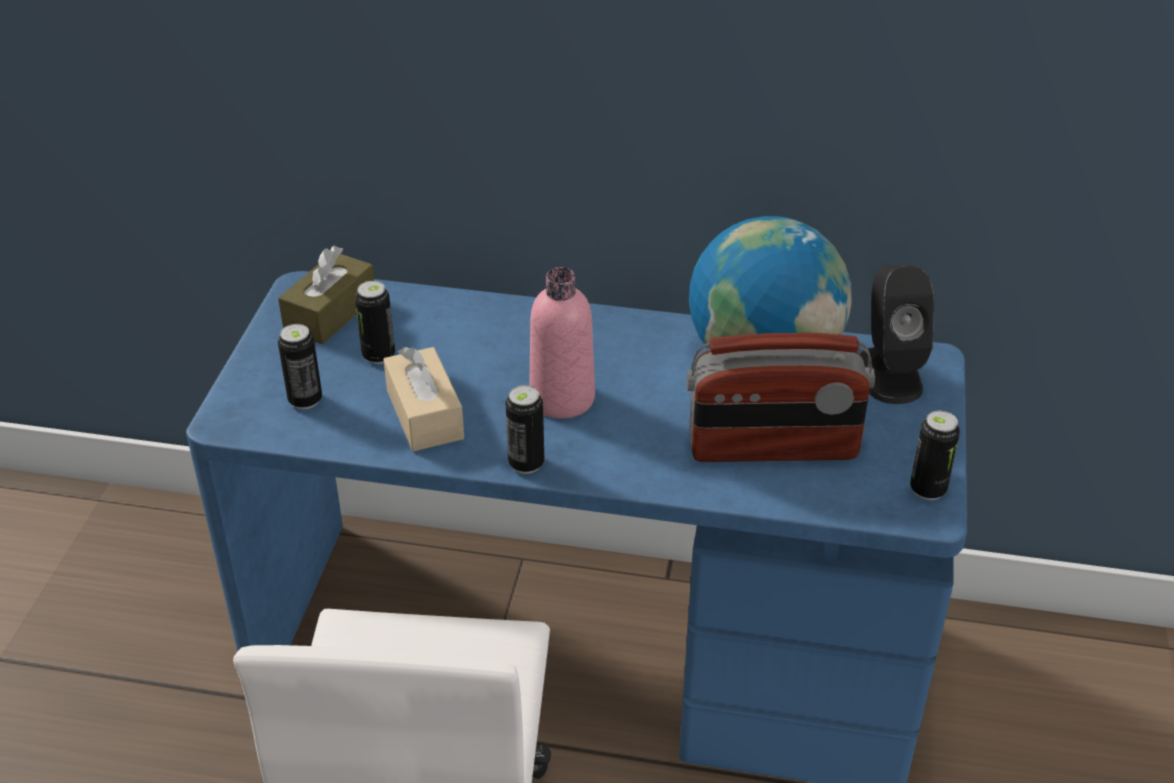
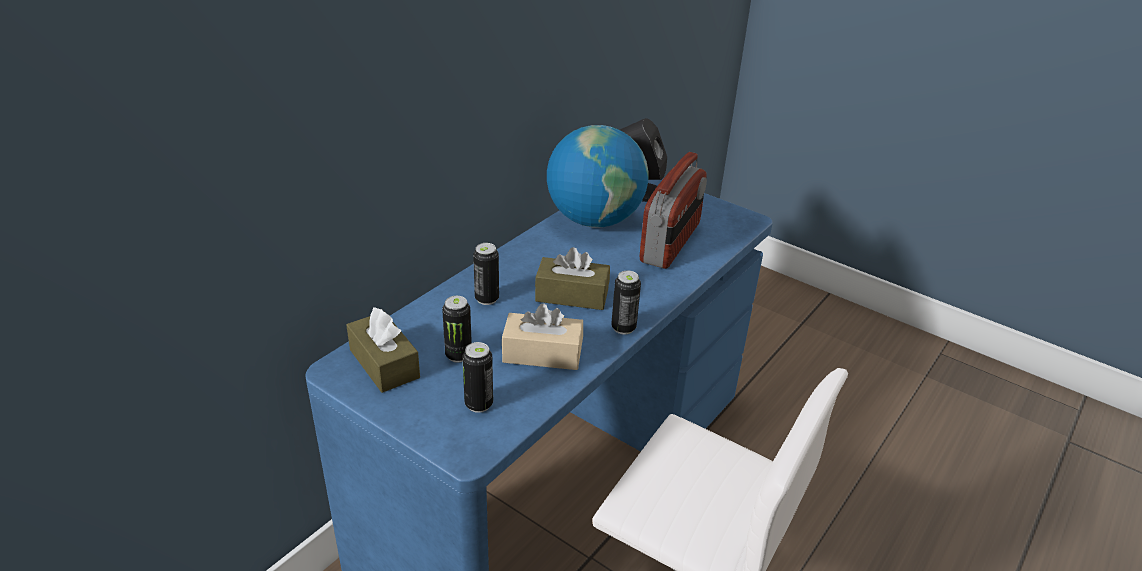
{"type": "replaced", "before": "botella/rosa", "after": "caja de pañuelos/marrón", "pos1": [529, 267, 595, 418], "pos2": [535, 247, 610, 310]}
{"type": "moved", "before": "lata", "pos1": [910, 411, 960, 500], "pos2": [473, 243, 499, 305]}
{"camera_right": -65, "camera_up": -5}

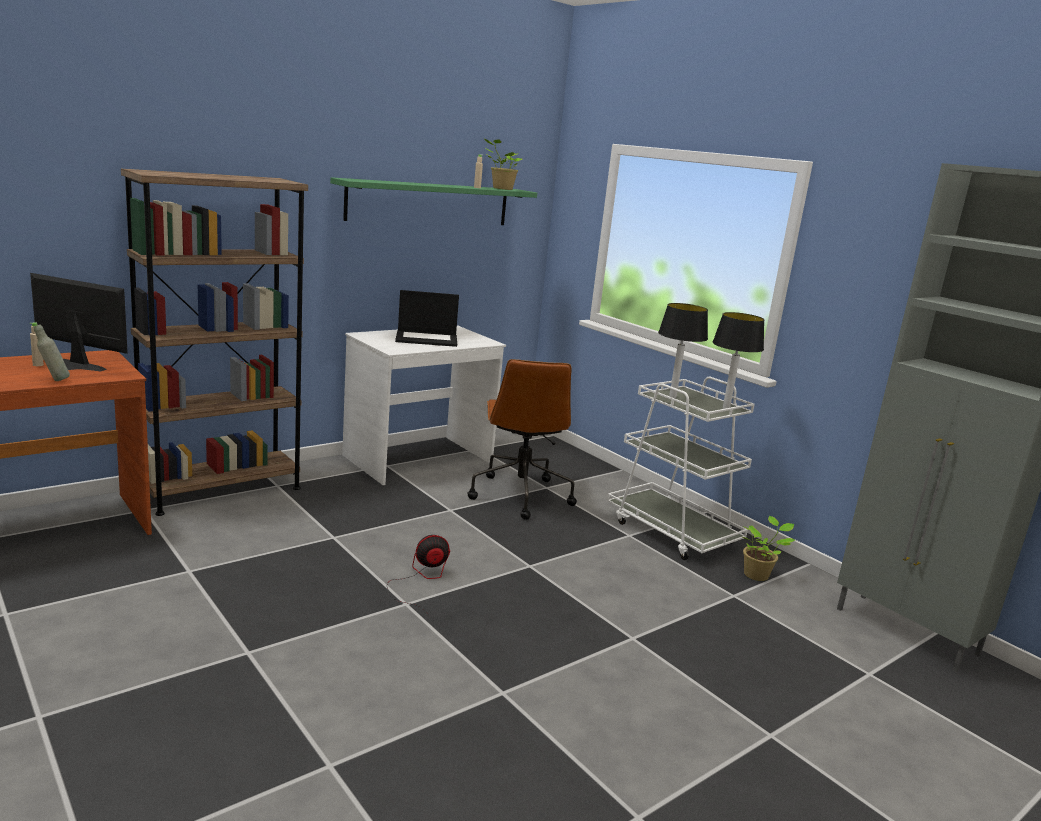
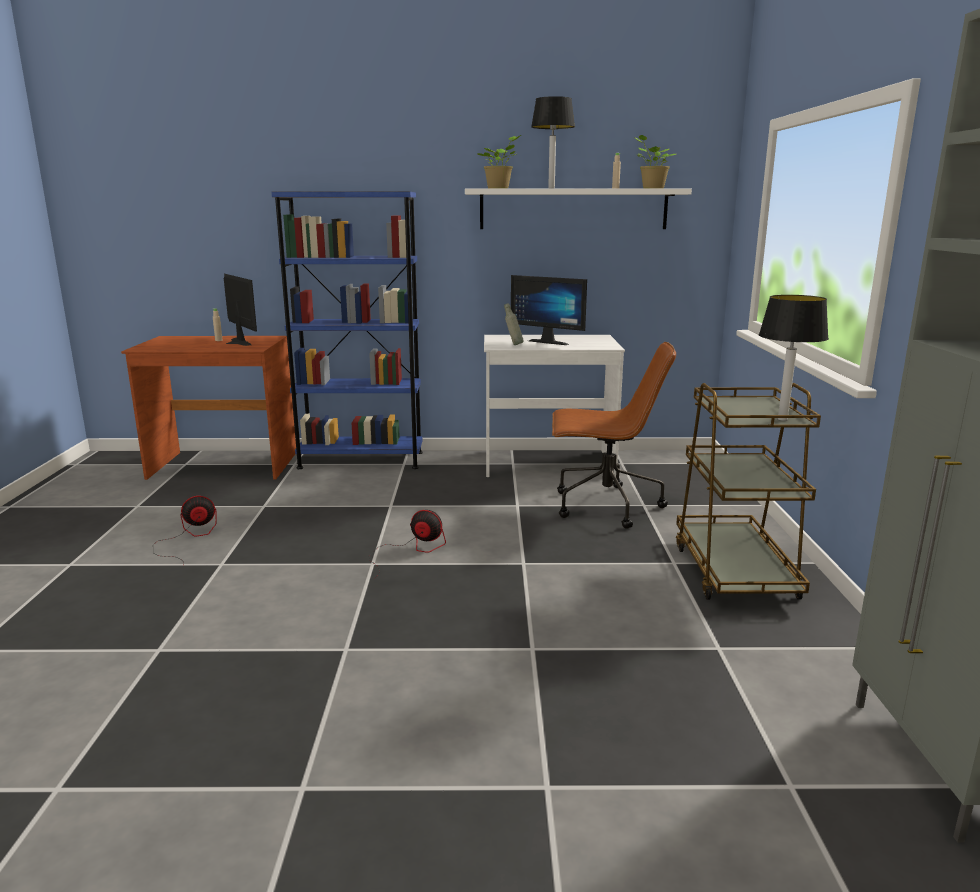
{"type": "recoloured", "before": "estantería/marrón", "after": "estantería/azul", "pos1": [121, 169, 308, 516], "pos2": [271, 191, 423, 469]}
{"type": "recoloured", "before": "estante/verde", "after": "estante/blanco", "pos1": [330, 177, 537, 225], "pos2": [465, 189, 692, 229]}
{"type": "replaced", "before": "portátil", "after": "monitor", "pos1": [395, 290, 459, 347], "pos2": [511, 275, 587, 345]}
{"type": "moved", "before": "lámpara de mesa", "pos1": [658, 303, 708, 398], "pos2": [531, 96, 575, 189]}
{"type": "moved", "before": "botella/gris", "pos1": [34, 325, 70, 381], "pos2": [504, 303, 524, 345]}
{"type": "turned", "before": "silla de oficina/marrón", "pos1": [467, 359, 577, 520], "pos2": [552, 342, 676, 529], "turn": -120}
{"type": "recoloured", "before": "carrito/blanco", "after": "carrito/marrón", "pos1": [607, 377, 755, 560], "pos2": [676, 383, 821, 600]}
{"type": "moved", "before": "planta en maceta", "pos1": [743, 516, 795, 581], "pos2": [478, 135, 521, 189]}
{"type": "added", "after": "ventilador", "pos2": [153, 496, 217, 564]}
{"camera_right": 40, "camera_up": 0}

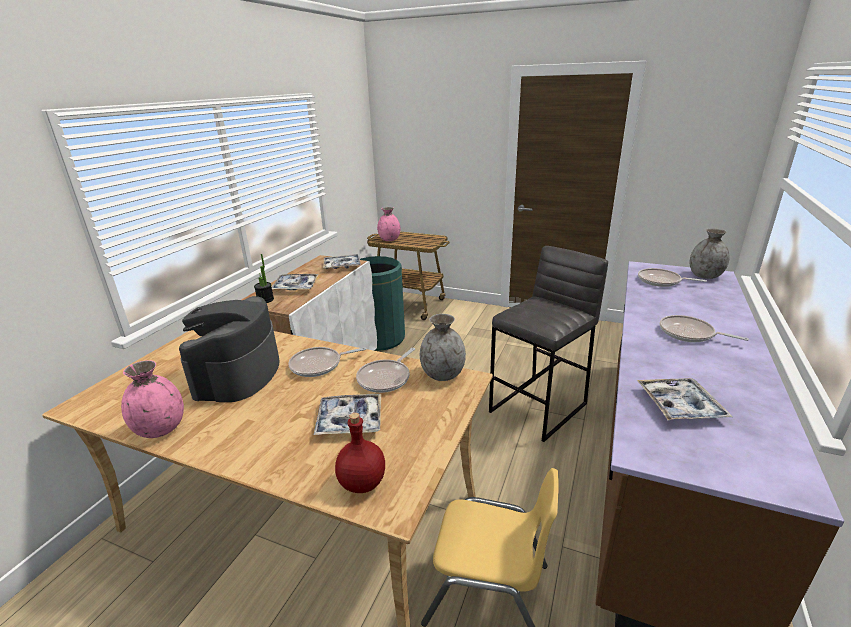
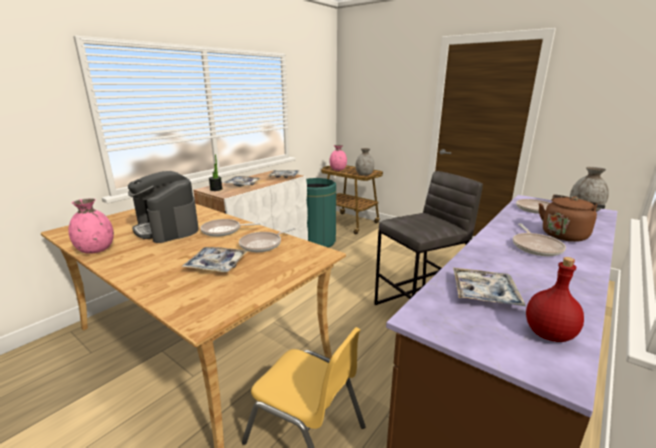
{"type": "turned", "before": "cafetera", "pos1": [179, 296, 279, 402], "pos2": [128, 171, 199, 243], "turn": -60}
{"type": "moved", "before": "florero/gris", "pos1": [420, 314, 466, 381], "pos2": [355, 148, 374, 176]}
{"type": "turned", "before": "sartén", "pos1": [660, 315, 749, 342], "pos2": [513, 223, 566, 256], "turn": -135}
{"type": "moved", "before": "botella/rojo", "pos1": [335, 413, 385, 493], "pos2": [526, 257, 584, 342]}
{"type": "added", "after": "hervidor/marrón", "pos2": [539, 194, 605, 242]}
{"camera_right": 15, "camera_up": -5}

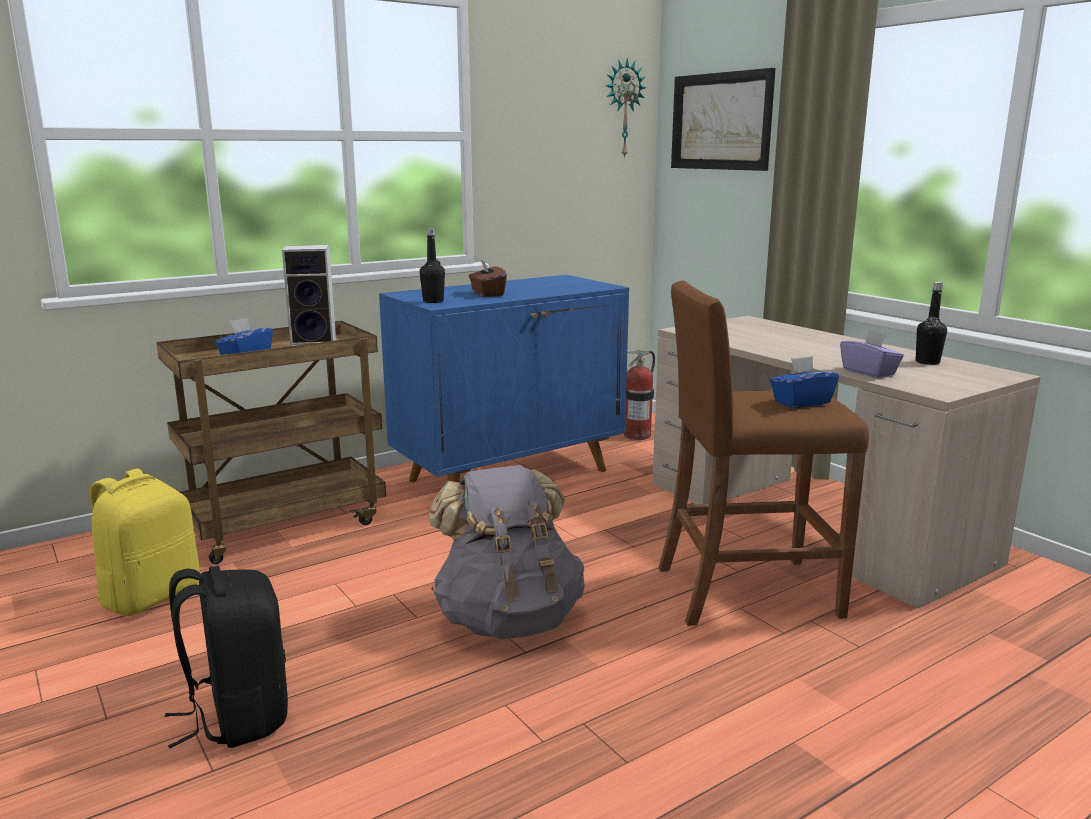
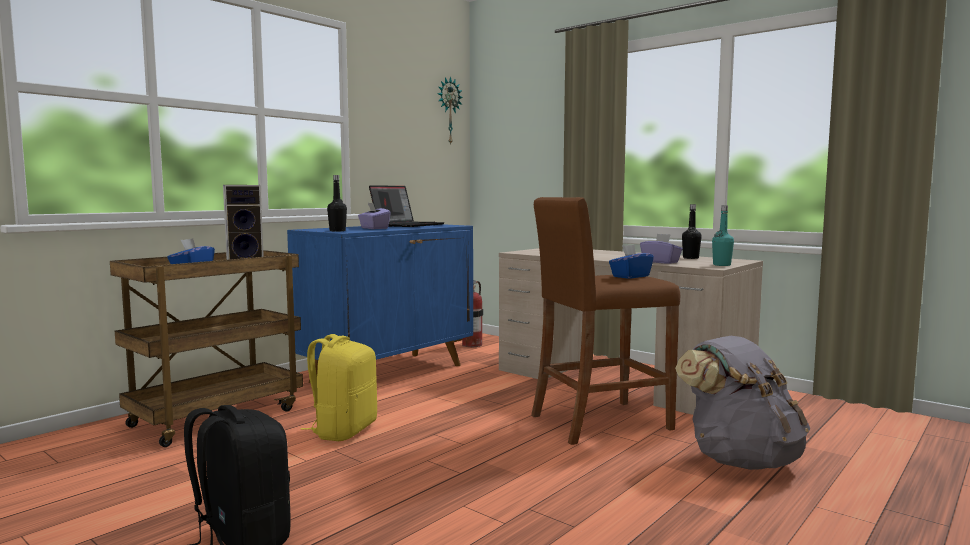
{"type": "removed", "before": "cuadro", "pos1": [671, 68, 776, 171]}
{"type": "recoloured", "before": "caja de pañuelos/marrón", "after": "caja de pañuelos/morado", "pos1": [469, 260, 507, 297], "pos2": [358, 203, 391, 229]}
{"type": "moved", "before": "mochila/gris", "pos1": [428, 465, 585, 640], "pos2": [675, 336, 810, 470]}
{"type": "moved", "before": "mochila/amarillo", "pos1": [90, 469, 200, 616], "pos2": [300, 334, 377, 441]}
{"type": "added", "after": "portátil", "pos2": [369, 185, 444, 227]}
{"type": "added", "after": "botella/turquesa", "pos2": [712, 206, 734, 266]}
{"camera_right": -15, "camera_up": -10}

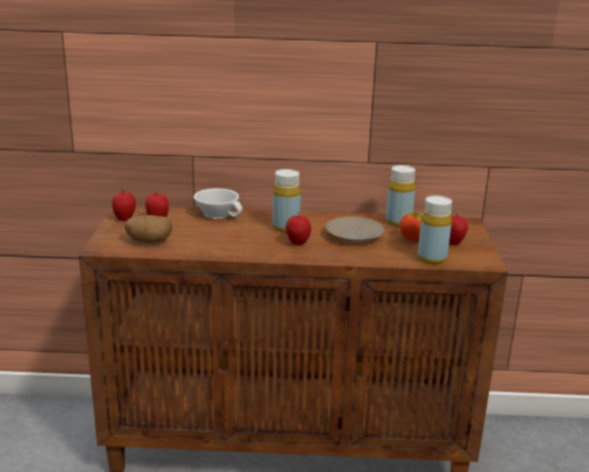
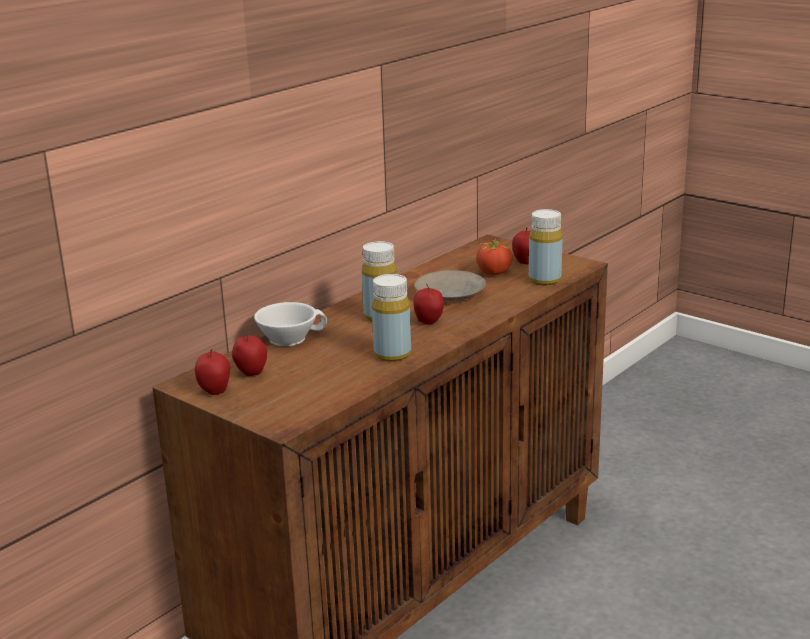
{"type": "moved", "before": "botella/amarillo", "pos1": [386, 165, 415, 227], "pos2": [372, 274, 411, 362]}
{"type": "removed", "before": "patata", "pos1": [125, 215, 172, 243]}
{"camera_right": -50, "camera_up": 0}

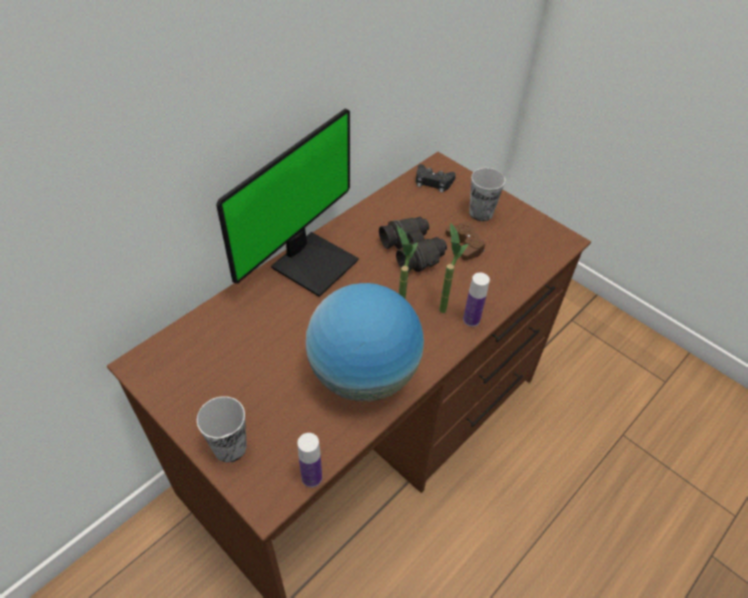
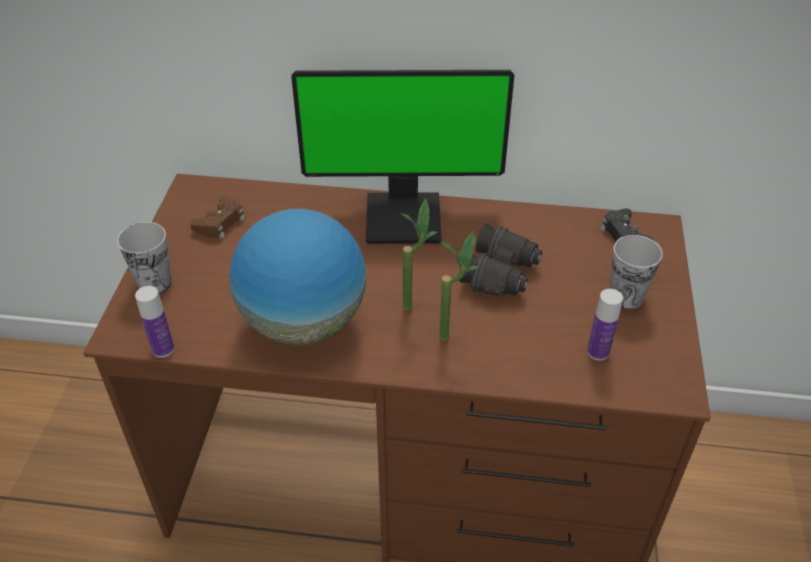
{"type": "moved", "before": "mando de consola/marrón", "pos1": [446, 222, 485, 260], "pos2": [190, 195, 245, 239]}
{"type": "moved", "before": "botella", "pos1": [463, 273, 490, 327], "pos2": [587, 289, 623, 361]}
{"camera_right": 55, "camera_up": -5}

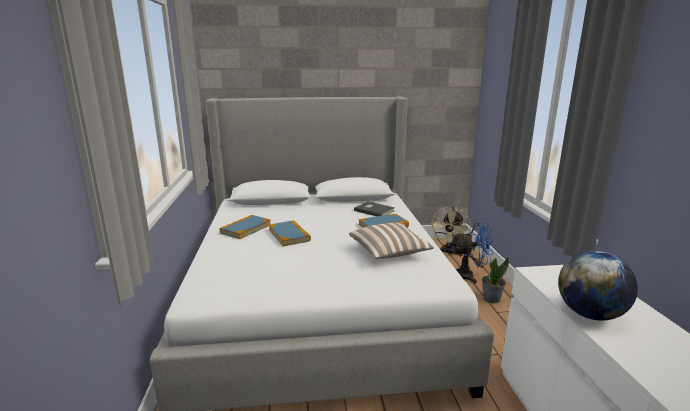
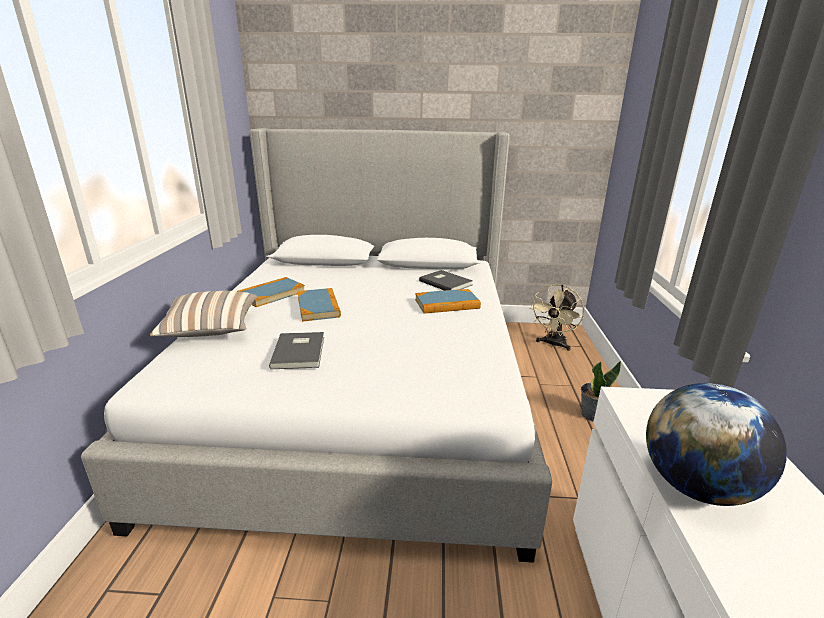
{"type": "moved", "before": "cojín", "pos1": [349, 223, 434, 259], "pos2": [150, 291, 258, 337]}
{"type": "removed", "before": "ventilador/azul", "pos1": [451, 223, 494, 284]}
{"type": "added", "after": "libro/gris", "pos2": [269, 332, 324, 369]}
{"camera_right": 10, "camera_up": 5}

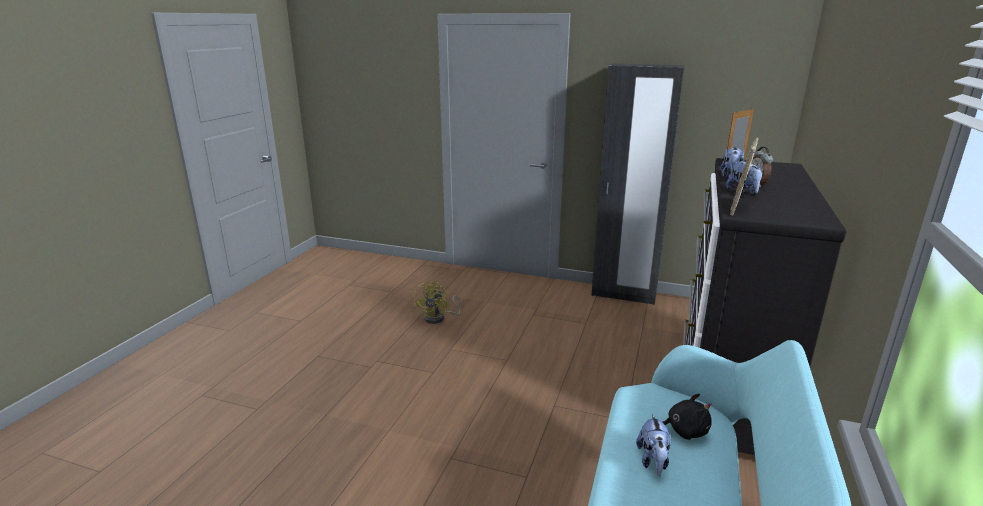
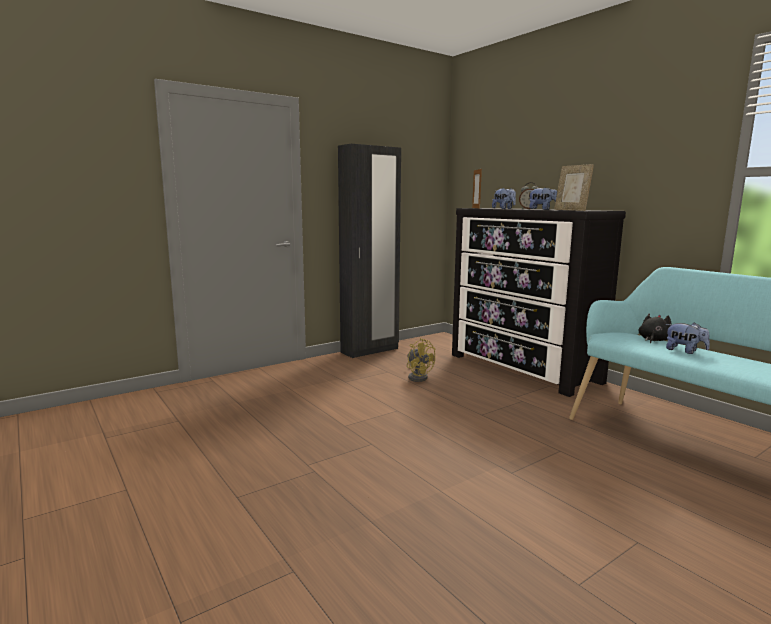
{"type": "moved", "before": "ventilador/amarillo", "pos1": [414, 280, 463, 324], "pos2": [407, 338, 435, 382]}
{"camera_right": -55, "camera_up": -10}

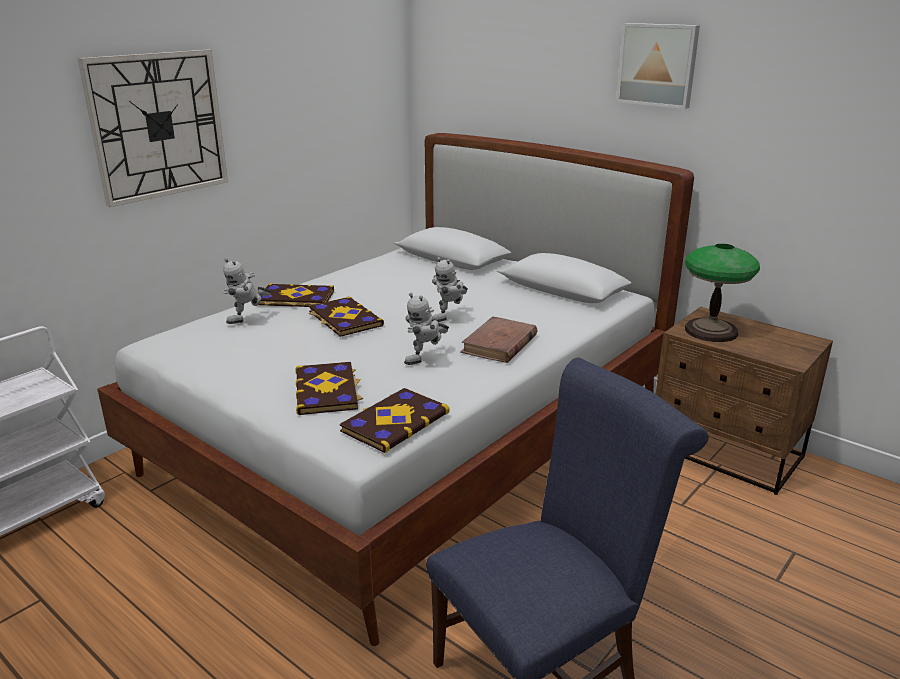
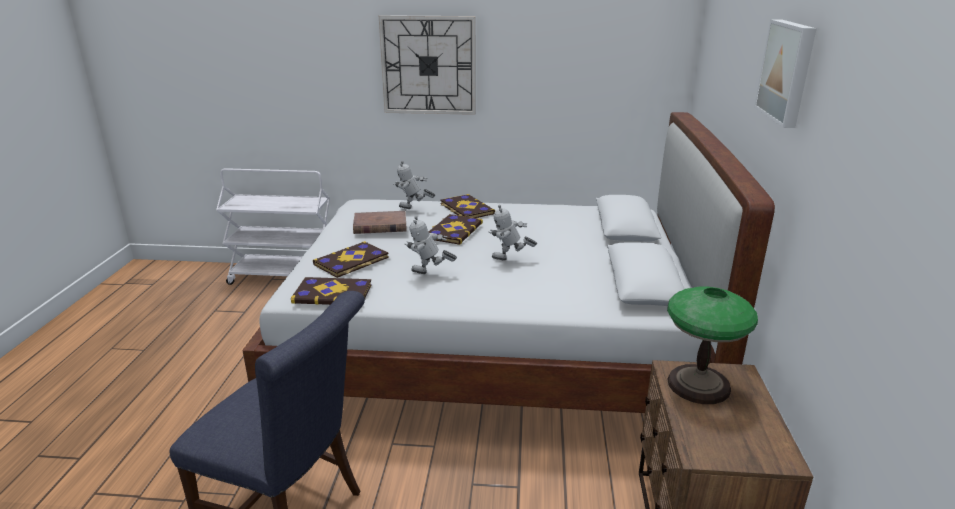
{"type": "moved", "before": "libro/marrón", "pos1": [460, 316, 537, 363], "pos2": [353, 211, 407, 234]}
{"camera_right": 55, "camera_up": 0}

